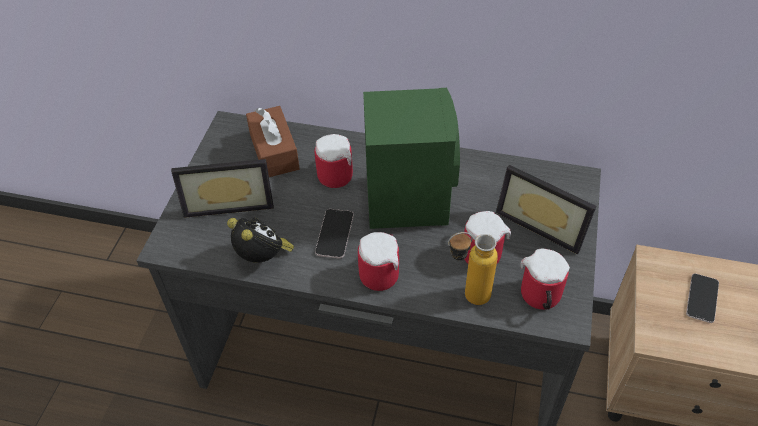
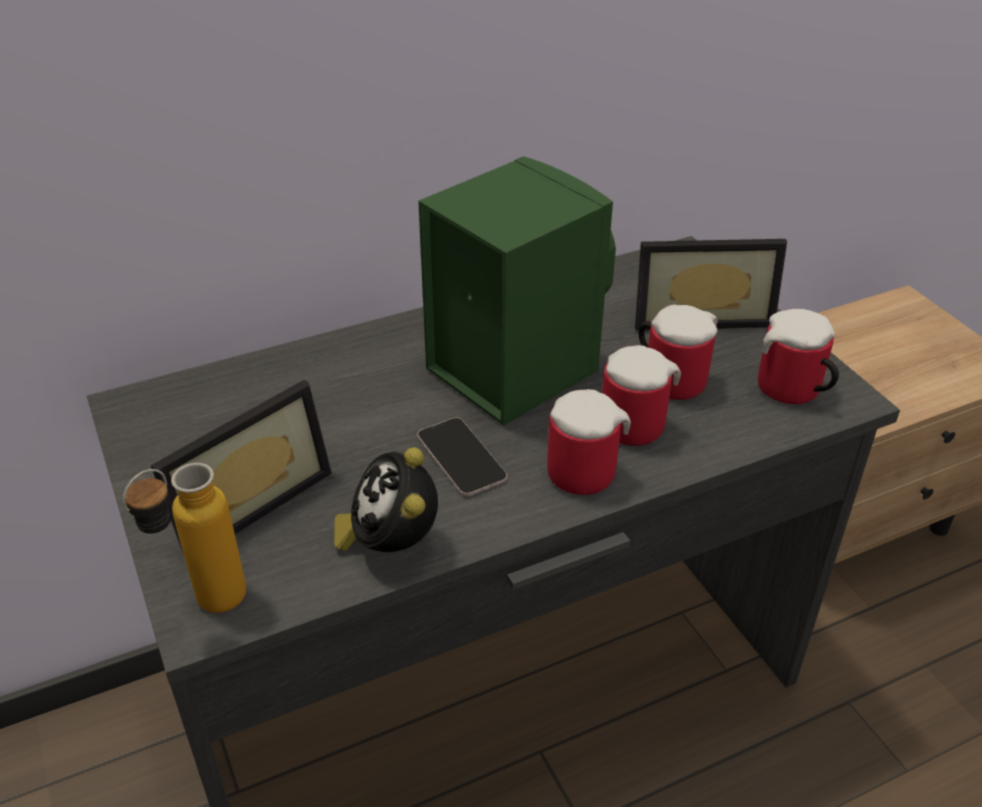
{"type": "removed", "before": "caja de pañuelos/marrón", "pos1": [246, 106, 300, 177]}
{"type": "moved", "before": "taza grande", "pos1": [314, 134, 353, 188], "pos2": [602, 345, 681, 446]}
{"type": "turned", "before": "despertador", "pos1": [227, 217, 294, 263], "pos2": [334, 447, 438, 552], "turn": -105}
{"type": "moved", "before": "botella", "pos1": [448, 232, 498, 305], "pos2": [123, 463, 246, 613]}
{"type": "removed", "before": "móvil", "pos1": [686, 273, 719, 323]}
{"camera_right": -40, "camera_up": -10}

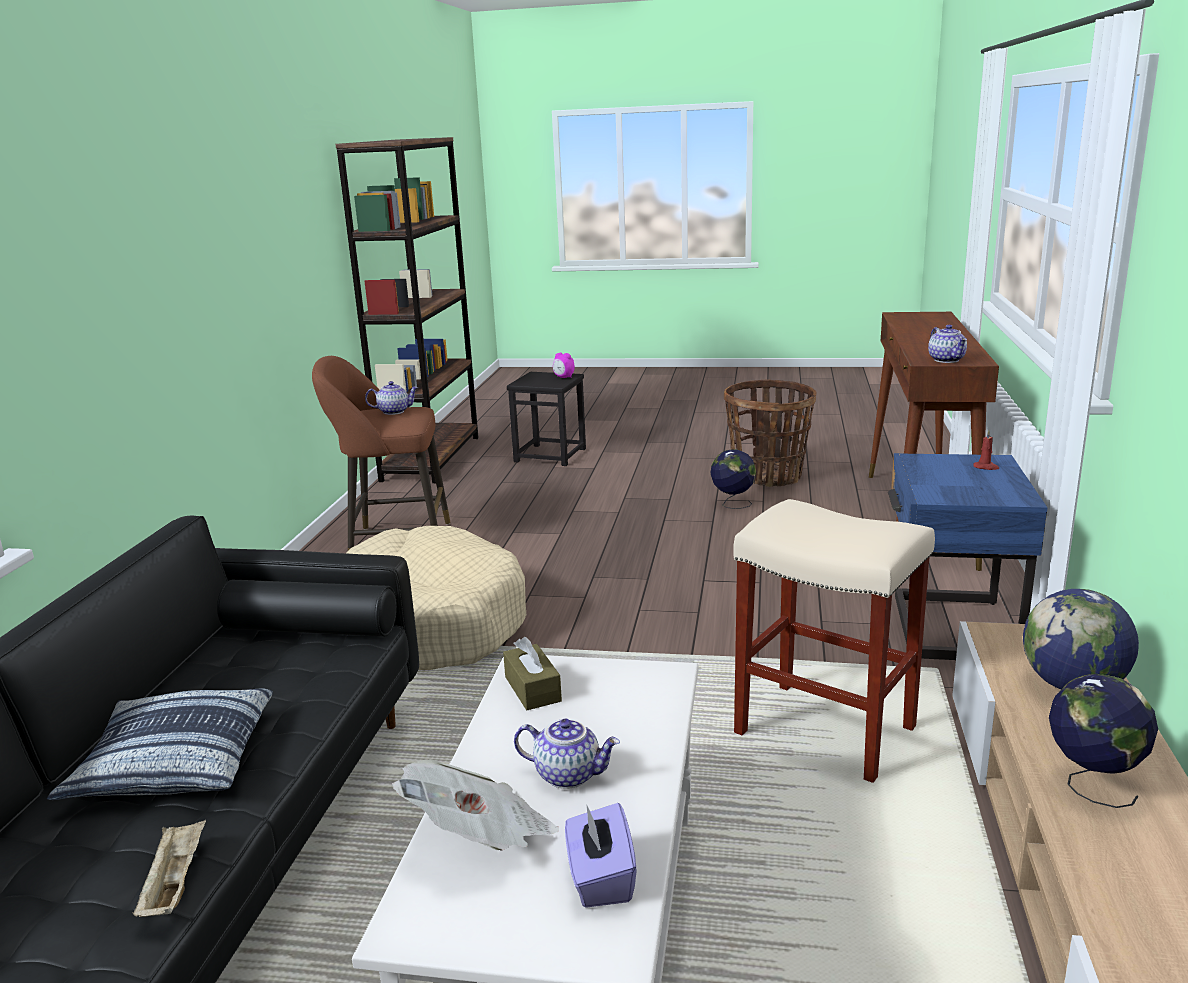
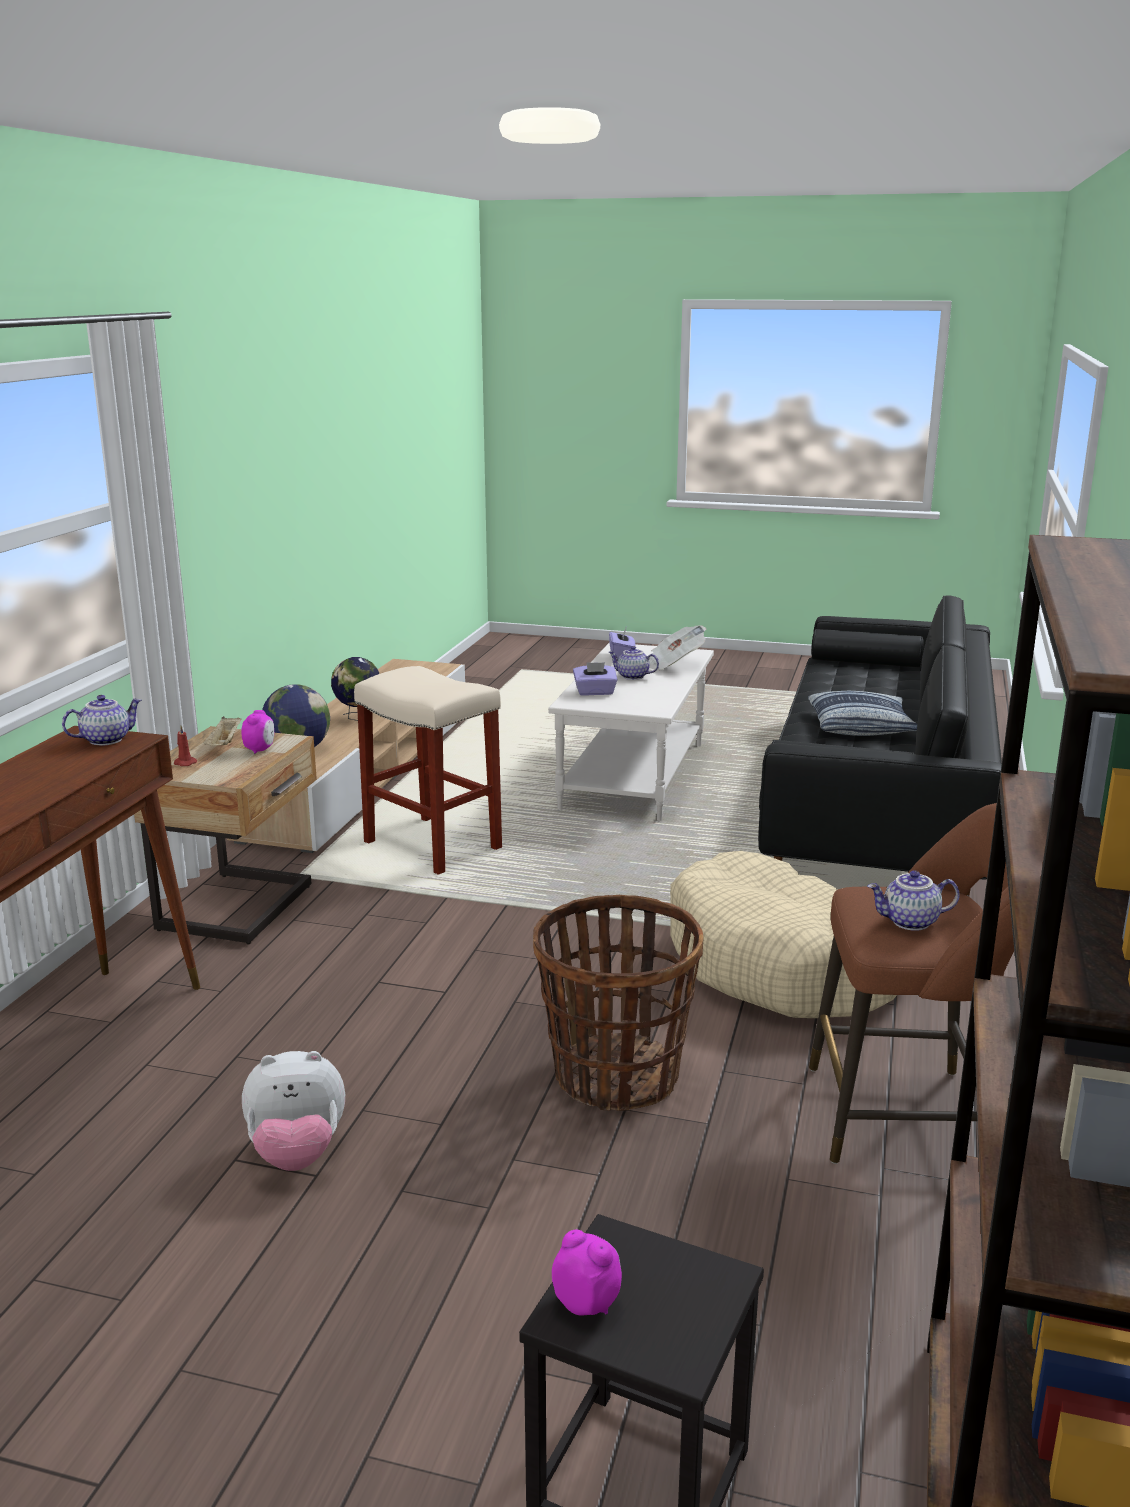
{"type": "turned", "before": "tetera", "pos1": [928, 325, 967, 363], "pos2": [62, 695, 142, 745], "turn": 60}
{"type": "moved", "before": "cesta", "pos1": [724, 379, 816, 487], "pos2": [533, 895, 704, 1111]}
{"type": "replaced", "before": "globo terráqueo", "after": "peluche", "pos1": [711, 449, 756, 509], "pos2": [242, 1051, 345, 1171]}
{"type": "recoloured", "before": "mesita de noche/azul", "after": "mesita de noche/beis", "pos1": [888, 453, 1048, 660], "pos2": [134, 726, 317, 944]}
{"type": "removed", "before": "caja de pañuelos/marrón", "pos1": [503, 637, 562, 710]}
{"type": "moved", "before": "bandeja/beis", "pos1": [132, 820, 206, 917], "pos2": [203, 716, 242, 746]}
{"type": "added", "after": "caja de pañuelos/morado", "pos2": [573, 662, 618, 696]}
{"type": "added", "after": "despertador", "pos2": [241, 710, 274, 754]}
{"camera_right": -175, "camera_up": 0}

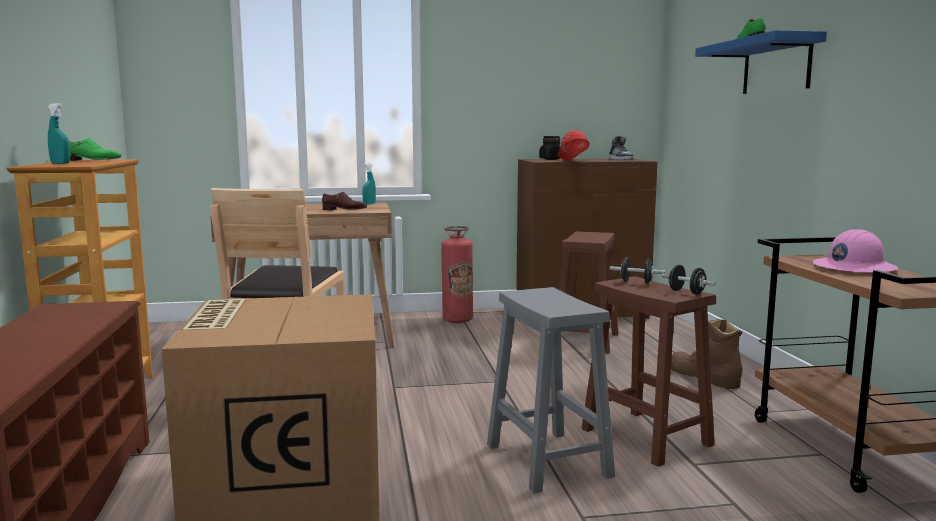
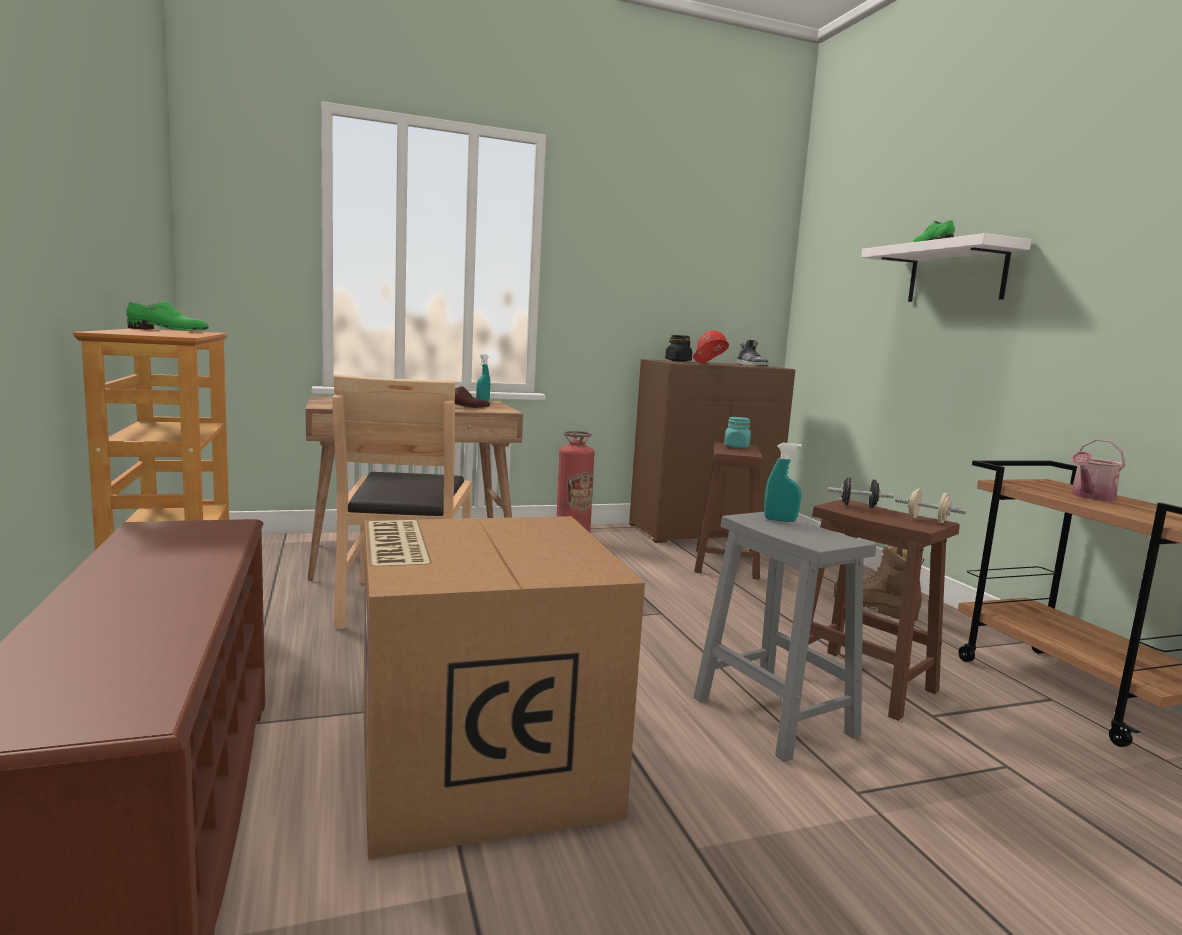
{"type": "recoloured", "before": "estante/azul", "after": "estante/blanco", "pos1": [695, 30, 827, 94], "pos2": [861, 233, 1031, 302]}
{"type": "moved", "before": "pulverizador/turquesa", "pos1": [48, 103, 70, 164], "pos2": [764, 443, 802, 522]}
{"type": "replaced", "before": "casco/rosa", "after": "regadera", "pos1": [813, 229, 898, 274], "pos2": [1071, 439, 1126, 501]}
{"type": "recoloured", "before": "mancuerna/negro", "after": "mancuerna/beis", "pos1": [661, 265, 716, 295], "pos2": [895, 489, 967, 523]}
{"type": "added", "after": "tarro/turquesa", "pos2": [724, 417, 751, 448]}
{"camera_right": -10, "camera_up": 0}

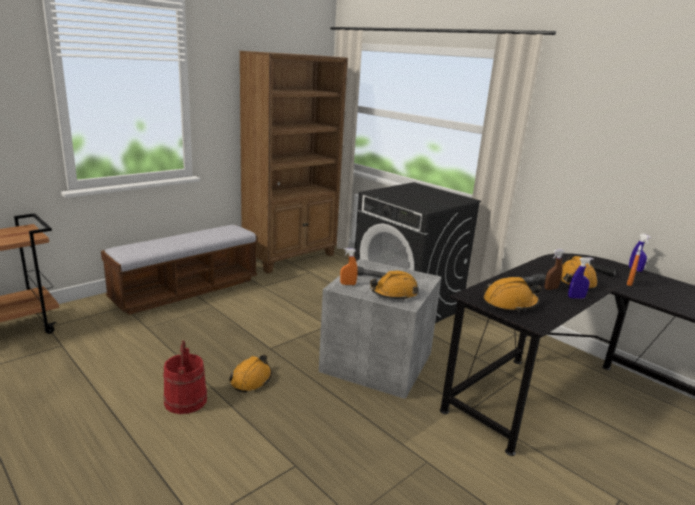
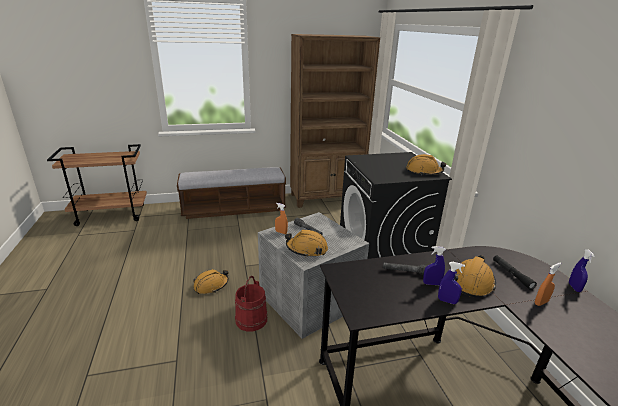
{"type": "recoloured", "before": "pulverizador/marrón", "after": "pulverizador/azul", "pos1": [544, 249, 565, 290], "pos2": [423, 246, 446, 285]}
{"type": "moved", "before": "casco/naranja", "pos1": [484, 277, 541, 312], "pos2": [406, 154, 446, 175]}
{"type": "moved", "before": "cubo/rojo", "pos1": [163, 340, 207, 414], "pos2": [235, 276, 268, 331]}
{"camera_right": 30, "camera_up": 5}

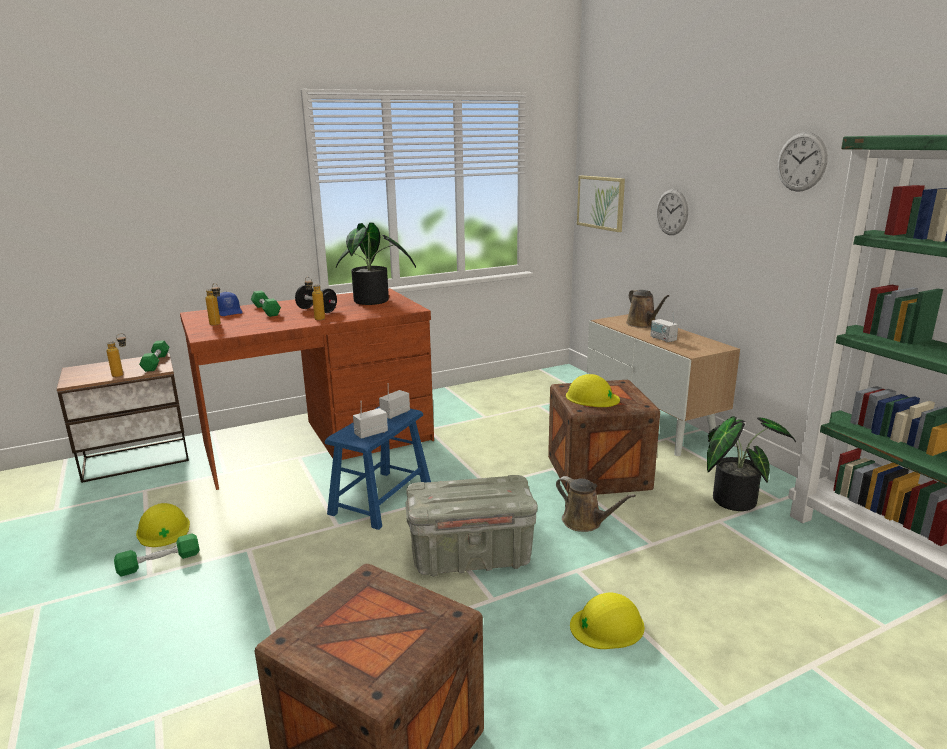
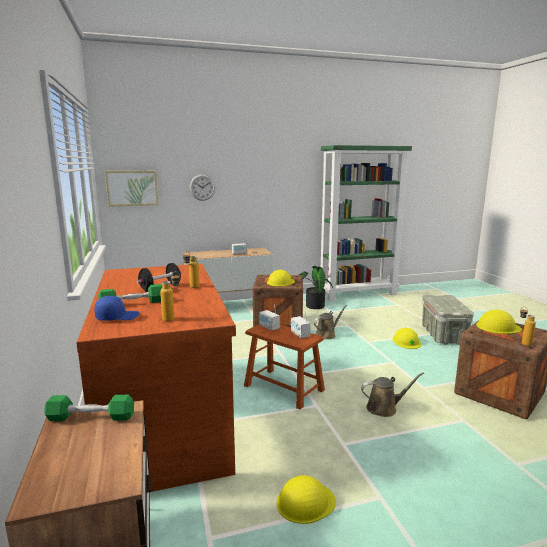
{"type": "removed", "before": "reloj de pared", "pos1": [777, 132, 828, 192]}
{"type": "removed", "before": "planta en maceta", "pos1": [336, 222, 416, 305]}
{"type": "moved", "before": "regadera/marrón", "pos1": [626, 289, 669, 328], "pos2": [361, 372, 424, 417]}
{"type": "moved", "before": "botella", "pos1": [106, 333, 126, 377], "pos2": [520, 307, 536, 346]}
{"type": "recoloured", "before": "taburete/azul", "after": "taburete/marrón", "pos1": [325, 406, 431, 530], "pos2": [244, 324, 325, 409]}
{"type": "moved", "before": "caja de almacenaje/gris", "pos1": [406, 475, 538, 577], "pos2": [422, 294, 474, 345]}
{"type": "removed", "before": "mancuerna/verde", "pos1": [114, 533, 200, 577]}
{"type": "added", "after": "casco/amarillo", "pos2": [476, 310, 522, 334]}
{"camera_right": -80, "camera_up": -5}

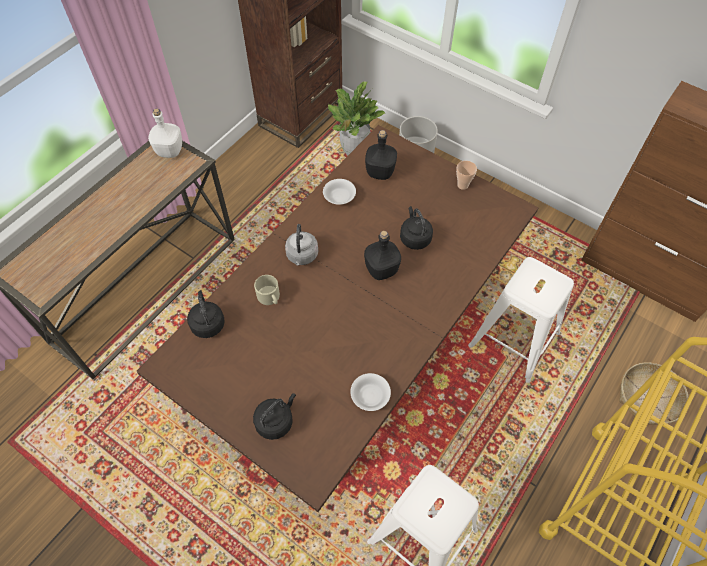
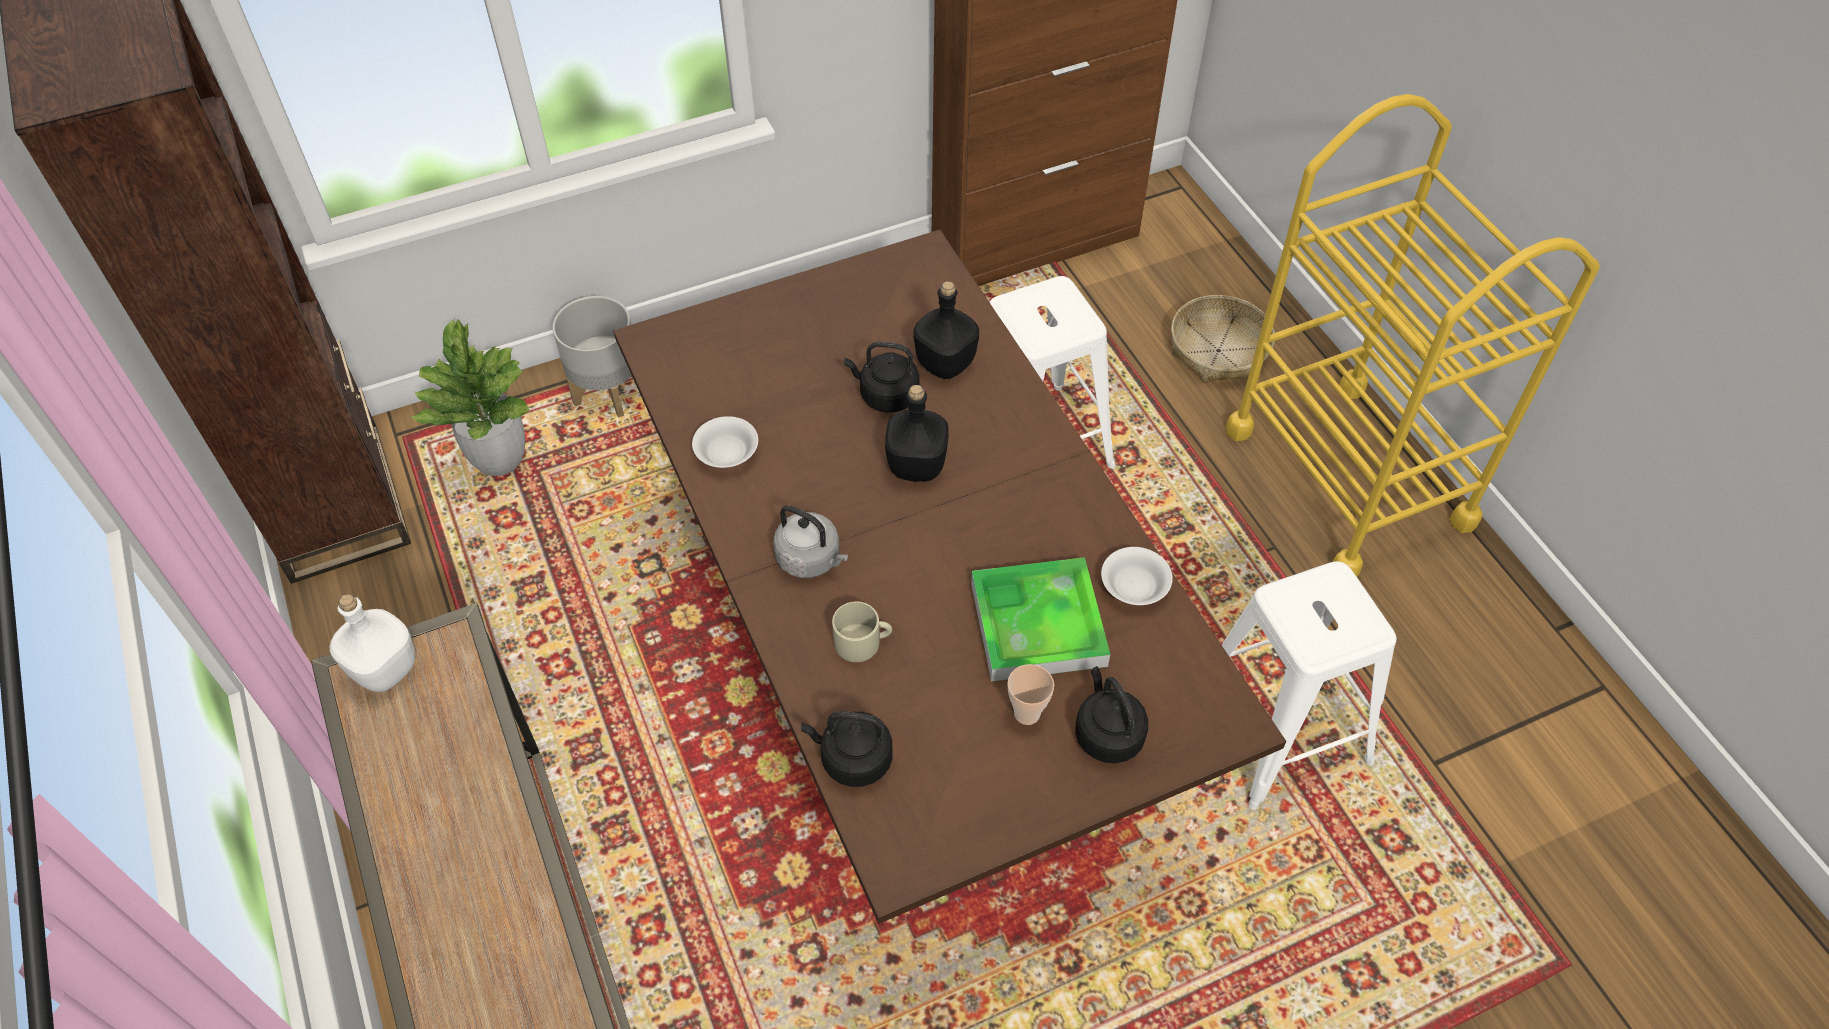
{"type": "moved", "before": "botella/negro", "pos1": [365, 130, 397, 180], "pos2": [913, 281, 979, 379]}
{"type": "moved", "before": "taza", "pos1": [456, 161, 477, 190], "pos2": [1007, 664, 1054, 725]}
{"type": "added", "after": "bandeja", "pos2": [971, 557, 1110, 682]}
{"camera_right": -60, "camera_up": -5}

